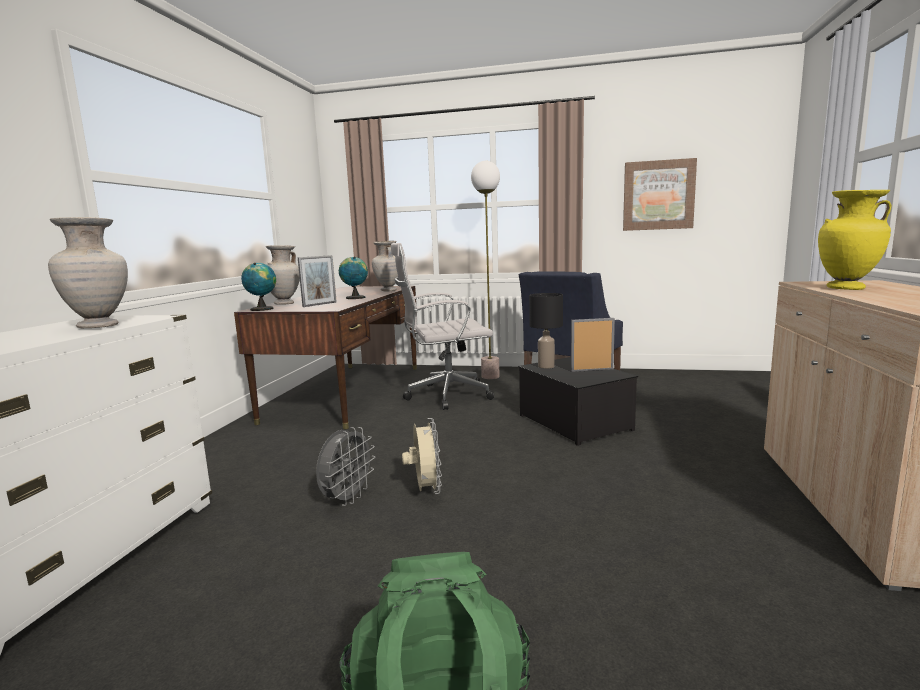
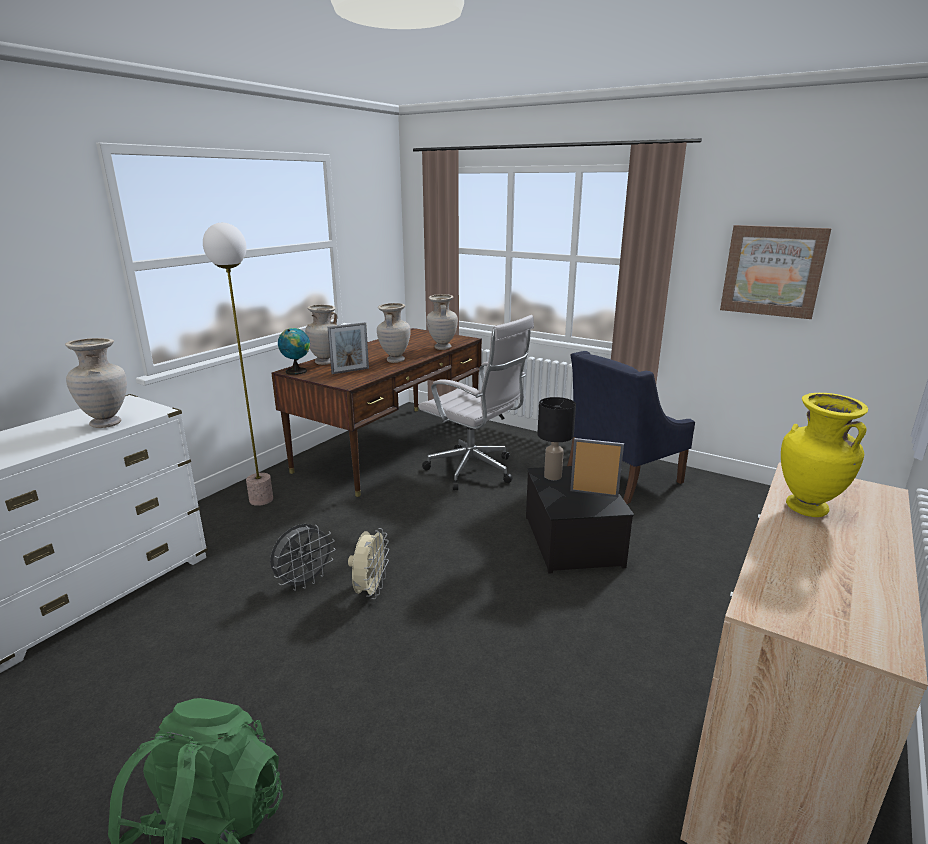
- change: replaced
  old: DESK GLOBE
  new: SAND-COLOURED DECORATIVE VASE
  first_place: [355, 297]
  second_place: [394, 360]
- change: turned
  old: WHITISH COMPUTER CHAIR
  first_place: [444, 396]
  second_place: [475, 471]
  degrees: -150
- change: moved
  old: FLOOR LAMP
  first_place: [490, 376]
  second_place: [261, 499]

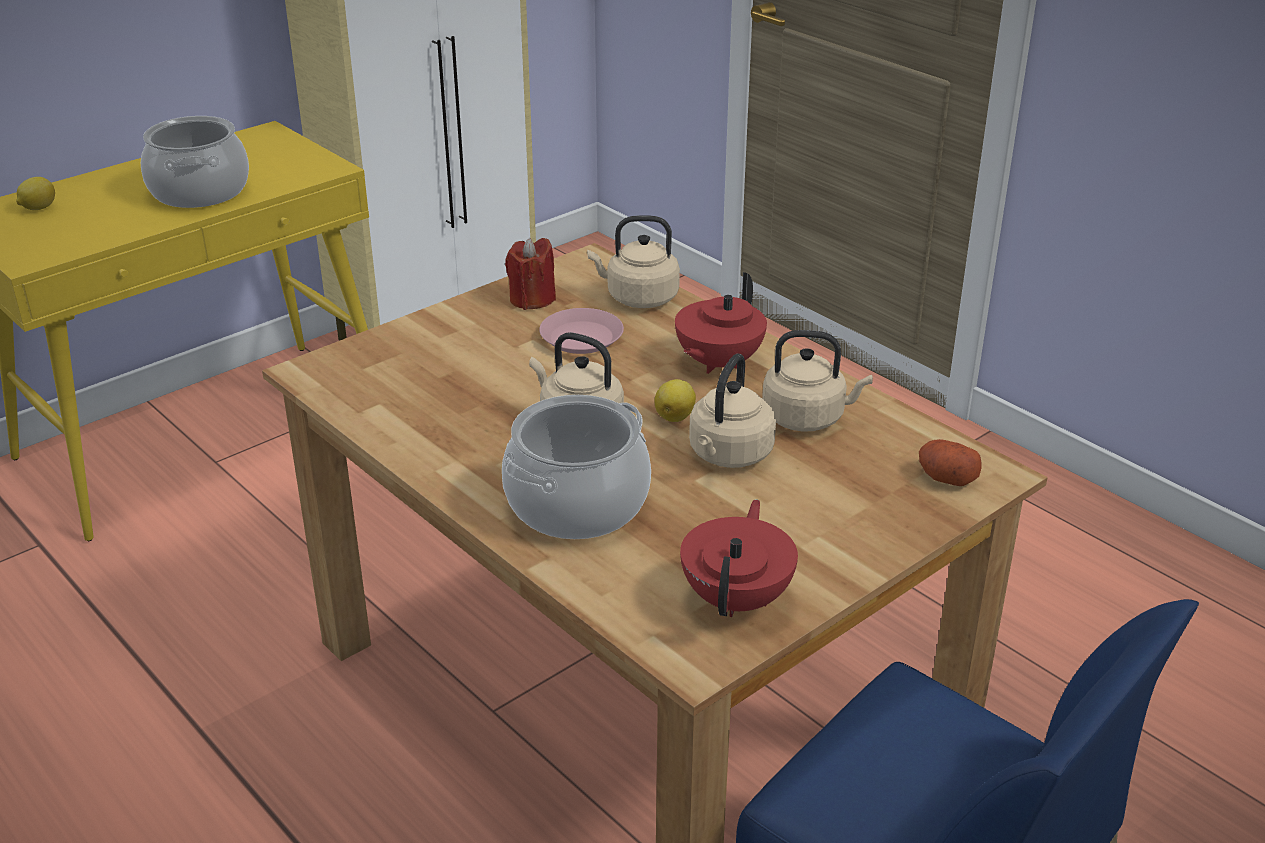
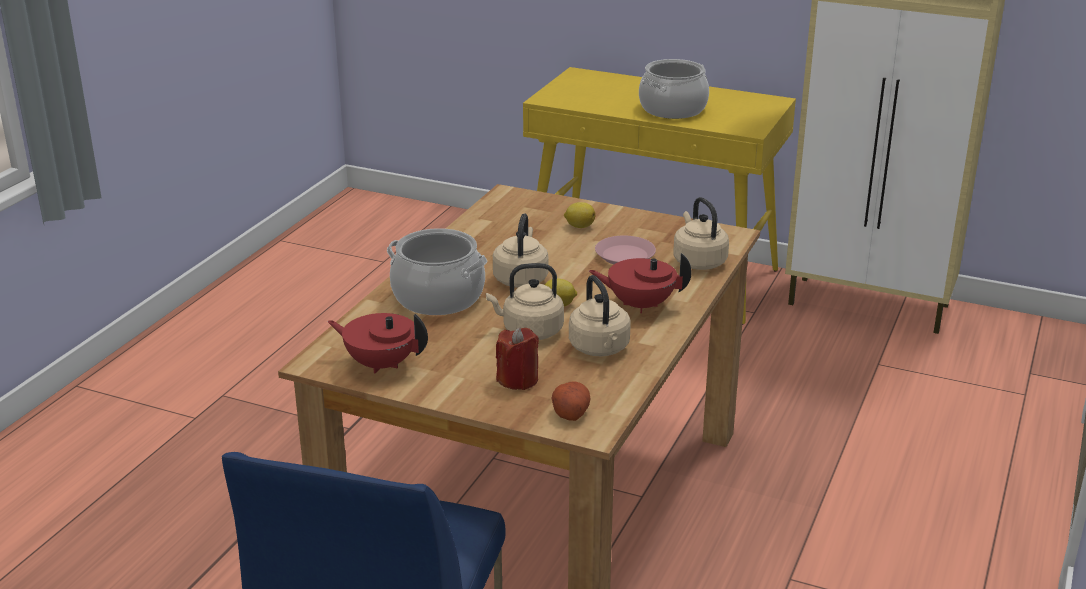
- change: moved
  old: WHOLE LEMON
  first_place: [38, 208]
  second_place: [579, 226]
- change: moved
  old: REDDISH CANDLE
  first_place: [532, 299]
  second_place: [518, 380]
- change: turned
  old: REDDISH POT FOR TEA
  first_place: [738, 598]
  second_place: [381, 364]
  degrees: -150

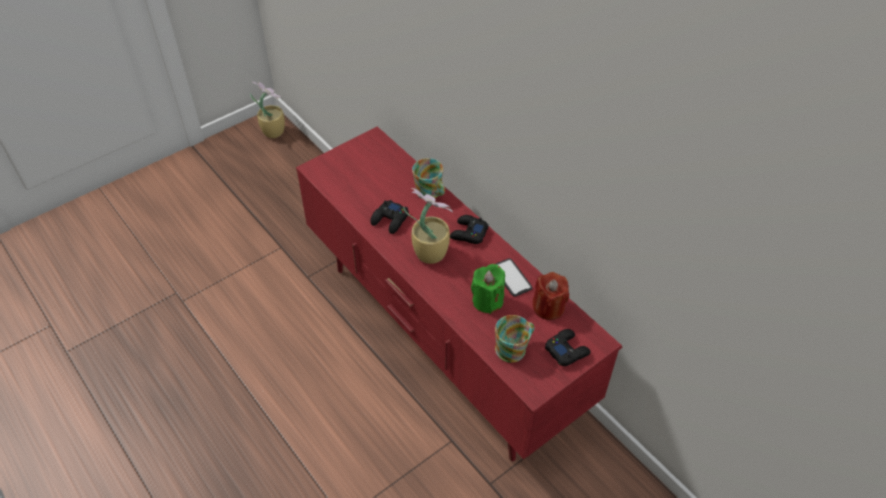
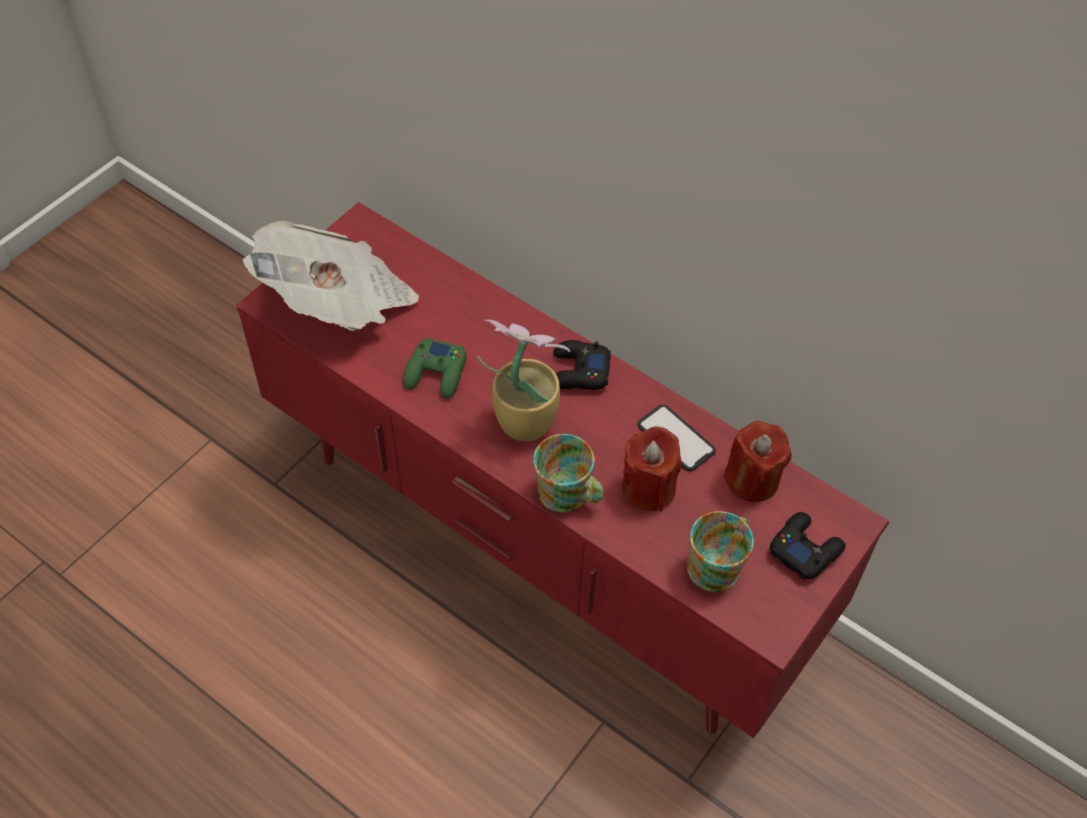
- change: removed
  old: POTTED PLANT
  first_place: [273, 131]
- change: recoloured
  old: BLACKISH JOYPAD
  new: GREENISH JOYPAD
  first_place: [390, 220]
  second_place: [436, 374]
- change: moved
  old: TEA MUG
  first_place: [430, 193]
  second_place: [568, 496]
- change: recoloured
  old: GREENISH CANDLE
  new: REDDISH CANDLE
  first_place: [487, 300]
  second_place: [648, 488]
- change: added
  new: DAILY PAPER
  second_place: [338, 303]

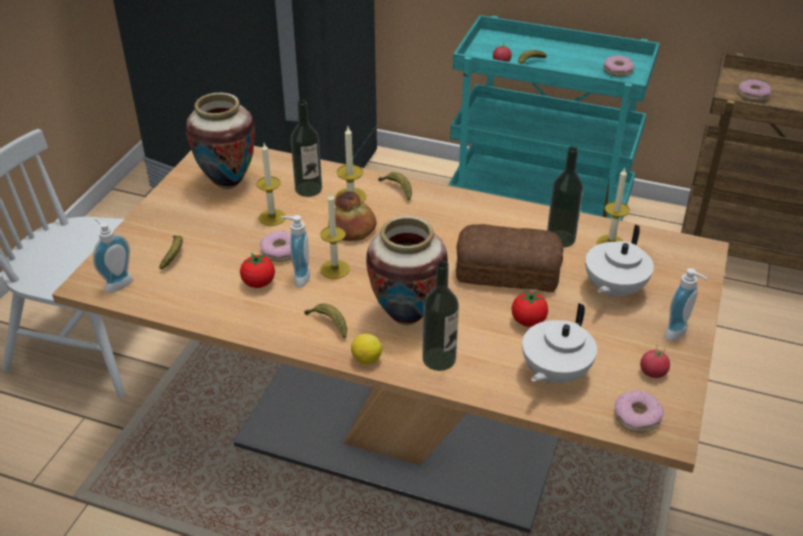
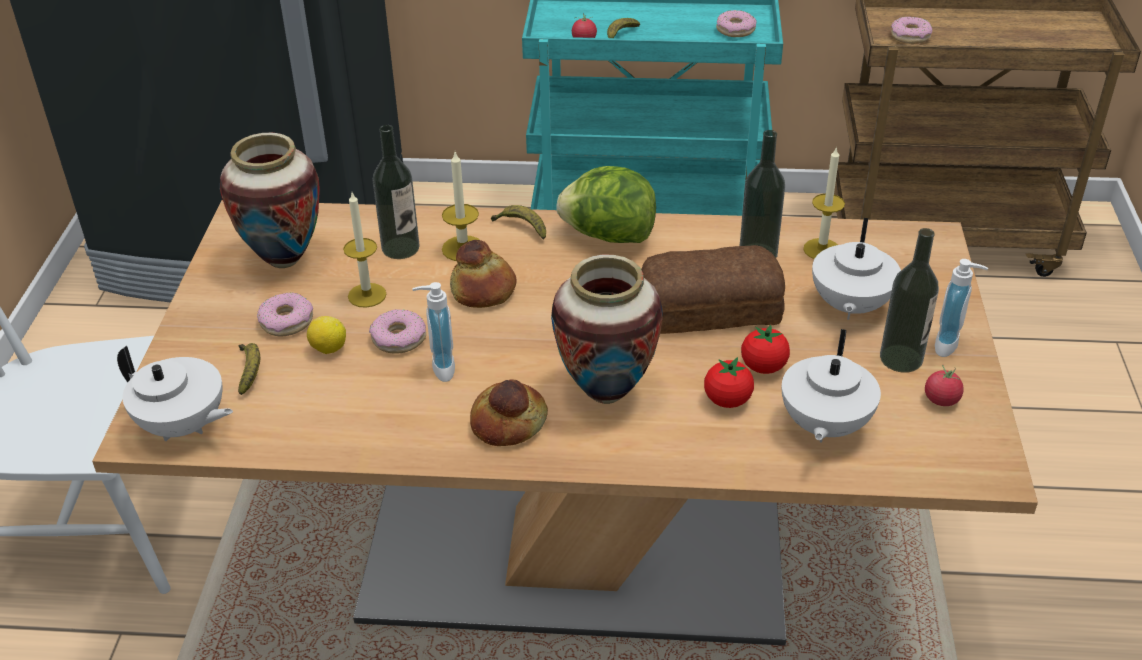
- change: replaced
  old: SOAP BOTTLE
  new: WHITISH POT FOR TEA
  first_place: [117, 283]
  second_place: [183, 426]
- change: moved
  old: FRESH TOMATO
  first_place: [258, 283]
  second_place: [727, 400]
- change: replaced
  old: BANANA
  new: BAKERY BREAD
  first_place: [329, 324]
  second_place: [507, 422]
- change: removed
  old: CANDLE
  first_place: [335, 269]
- change: moved
  old: WHOLE LEMON
  first_place: [366, 359]
  second_place: [328, 349]
- change: moved
  old: DRINK BOTTLE
  first_place: [439, 359]
  second_place: [901, 358]
- change: moved
  old: RING DOUGHNUT
  first_place: [637, 417]
  second_place: [286, 321]
- change: added
  new: HEAD OF LETTUCE
  second_place: [608, 236]

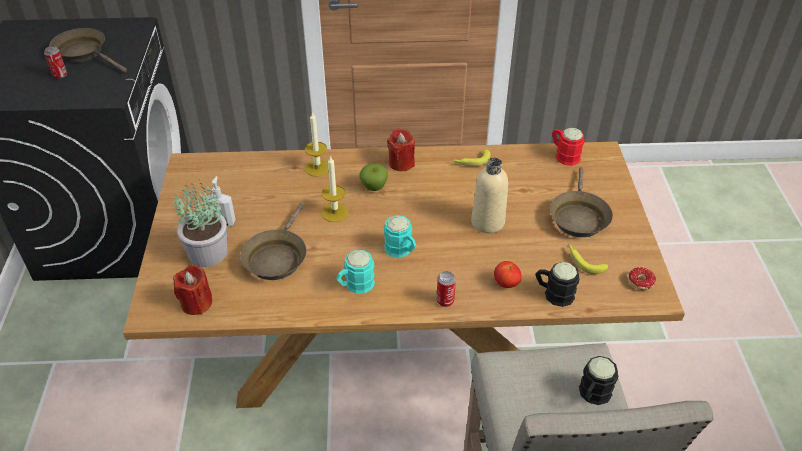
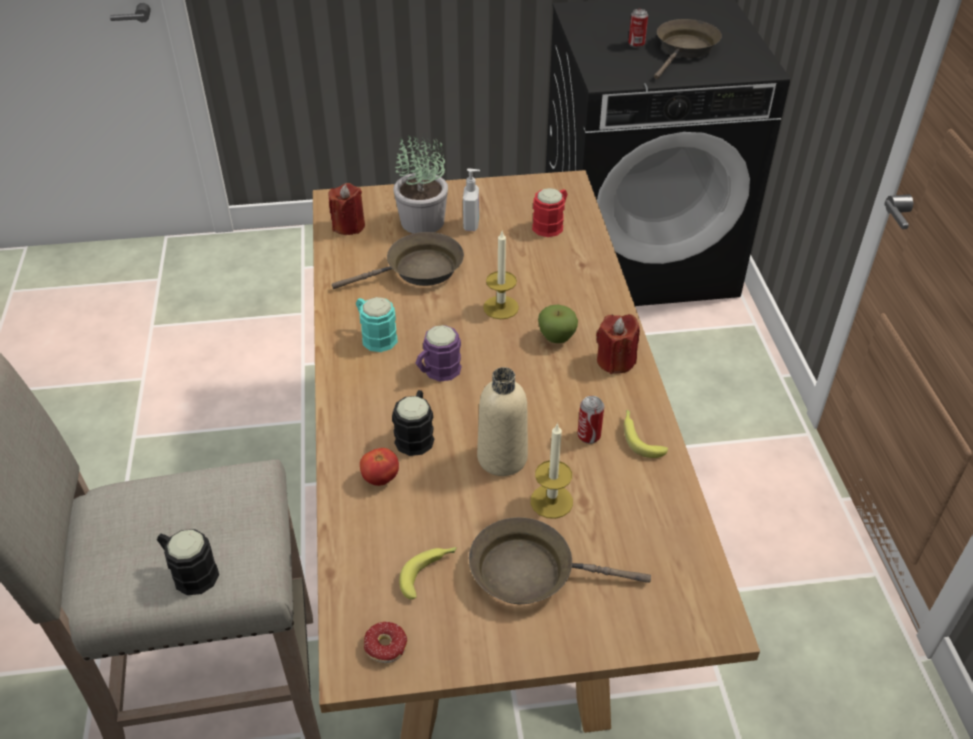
- change: turned
  old: BROWNISH FRYING PAN
  first_place: [276, 257]
  second_place: [418, 270]
  degrees: 150
- change: moved
  old: CANDLE
  first_place: [317, 168]
  second_place: [551, 501]
- change: recoloured
  old: BLUE-GREEN TEA MUG
  new: PURPLE-COLOURED TEA MUG
  first_place: [401, 250]
  second_place: [437, 372]
- change: moved
  old: CAN
  first_place: [445, 301]
  second_place: [589, 436]
- change: moved
  old: BLACKISH TEA MUG
  first_place: [553, 294]
  second_place: [416, 434]
- change: moved
  old: REDDISH TEA MUG
  first_place: [564, 155]
  second_place: [551, 224]

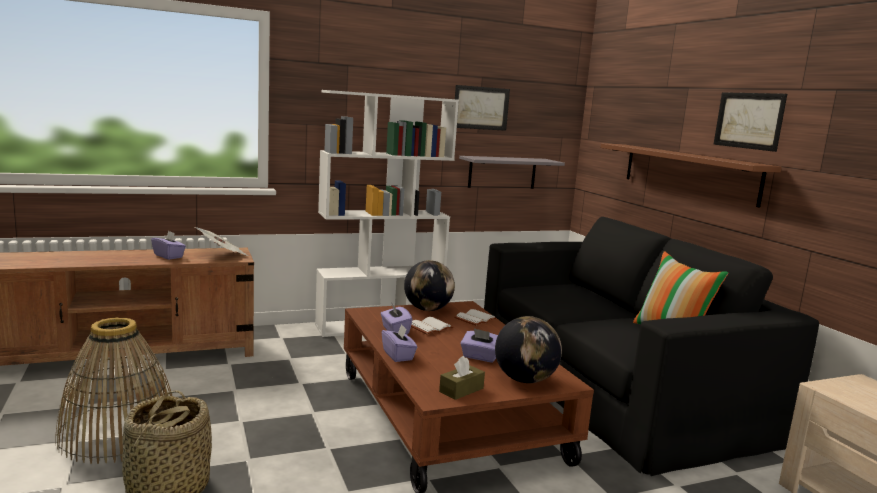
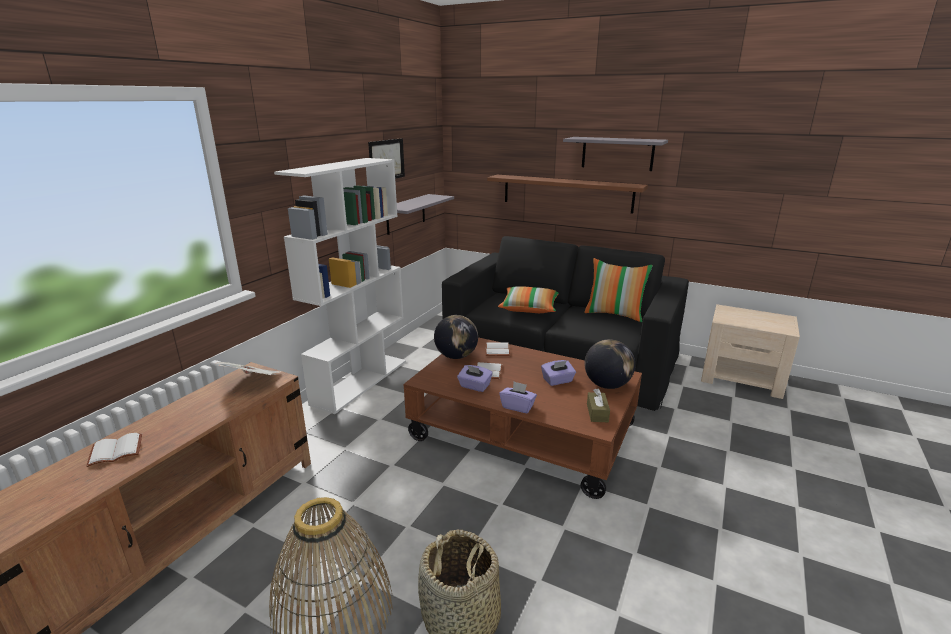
- change: removed
  old: PURPLE-COLOURED TISSUE BOX
  first_place: [169, 256]
- change: replaced
  old: PICTURE
  new: GREYISH BRACKET SHELF
  first_place: [749, 120]
  second_place: [617, 153]
- change: added
  new: WHITISH VOLUME
  second_place: [117, 450]
- change: added
  new: PILLOW
  second_place: [529, 308]

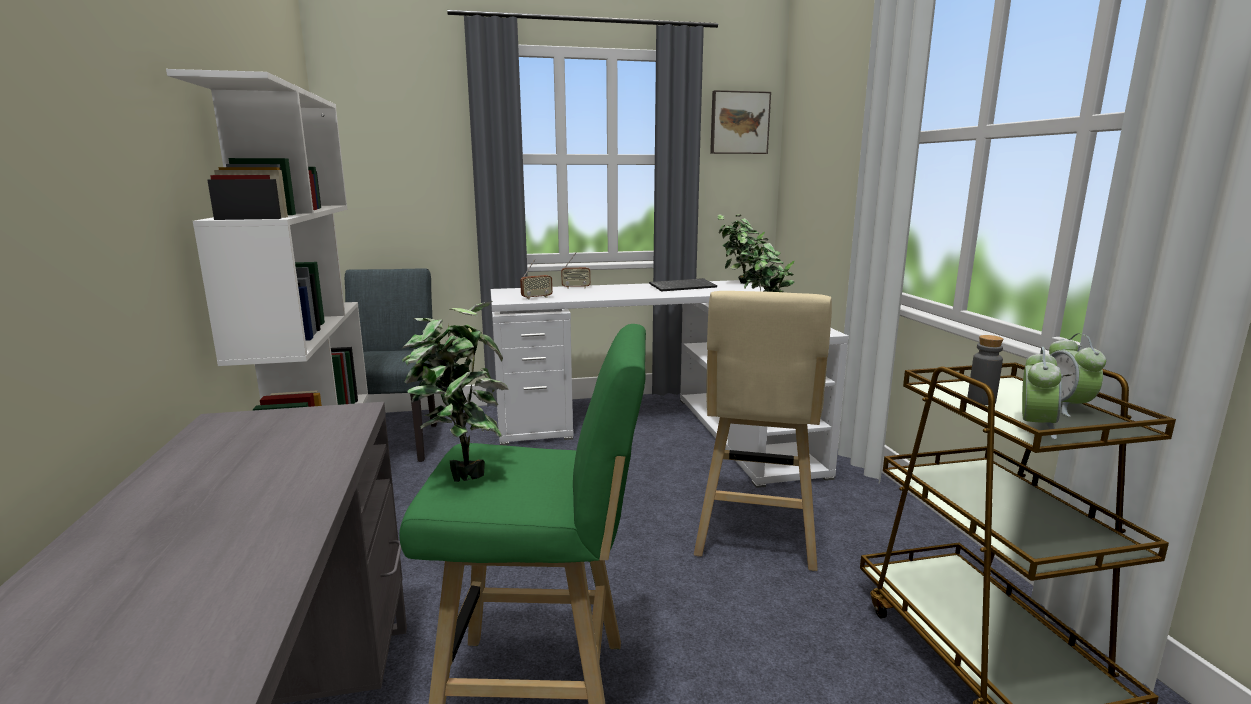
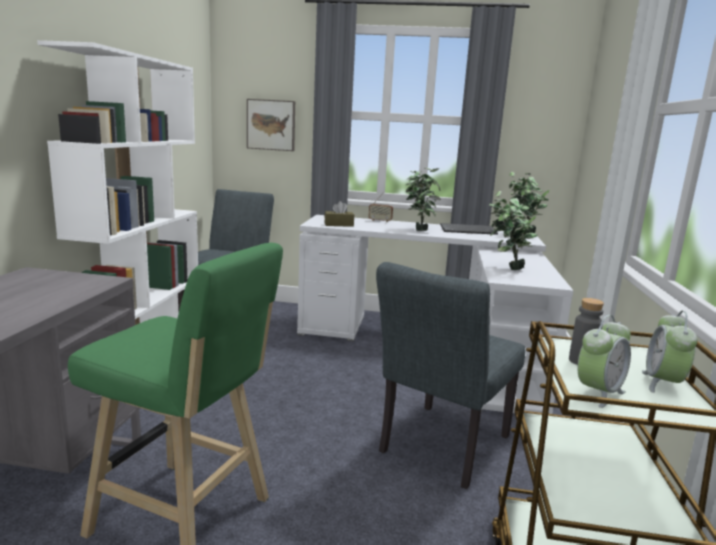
- change: moved
  old: POTTED PLANT
  first_place: [461, 471]
  second_place: [419, 230]
- change: replaced
  old: RADIO
  new: BROWNISH TISSUE BOX
  first_place: [536, 298]
  second_place: [339, 224]
- change: replaced
  old: SAND-COLOURED SITTING STOOL
  new: GREYISH CHAIR
  first_place: [755, 535]
  second_place: [439, 448]
- change: moved
  old: PICTURE
  first_place: [739, 123]
  second_place: [271, 125]

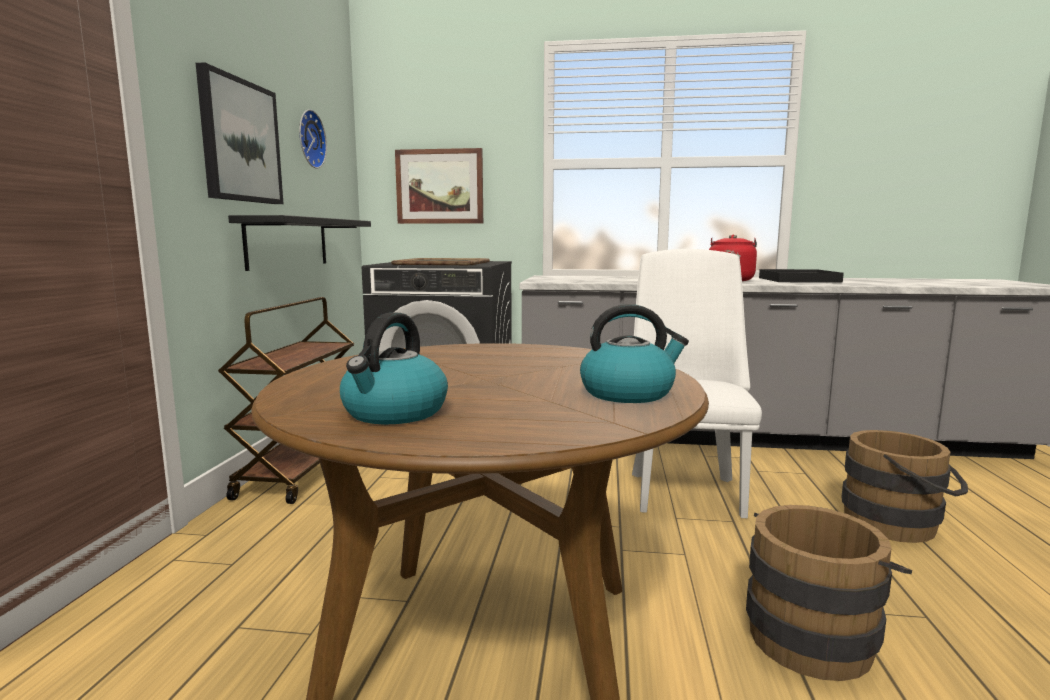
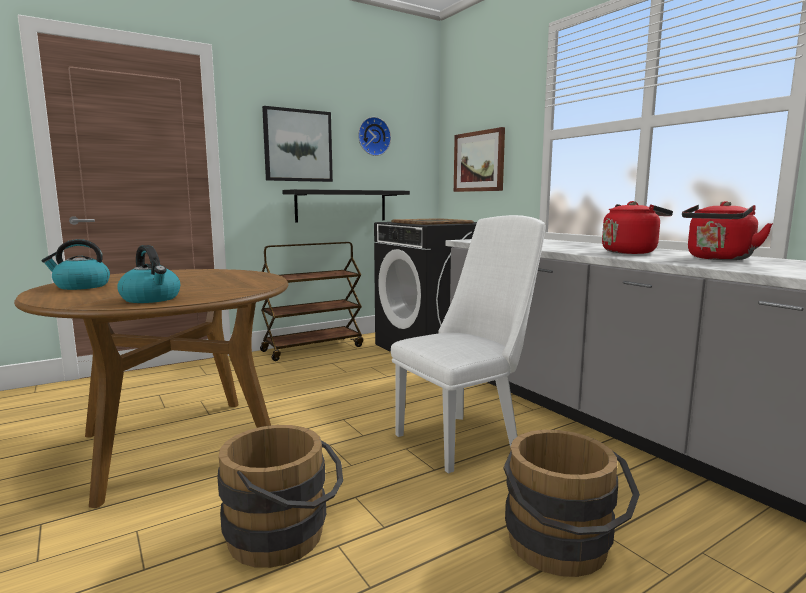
- change: replaced
  old: BLACKISH CARRYING TRAY
  new: REDDISH WATER KETTLE
  first_place: [798, 280]
  second_place: [718, 259]

